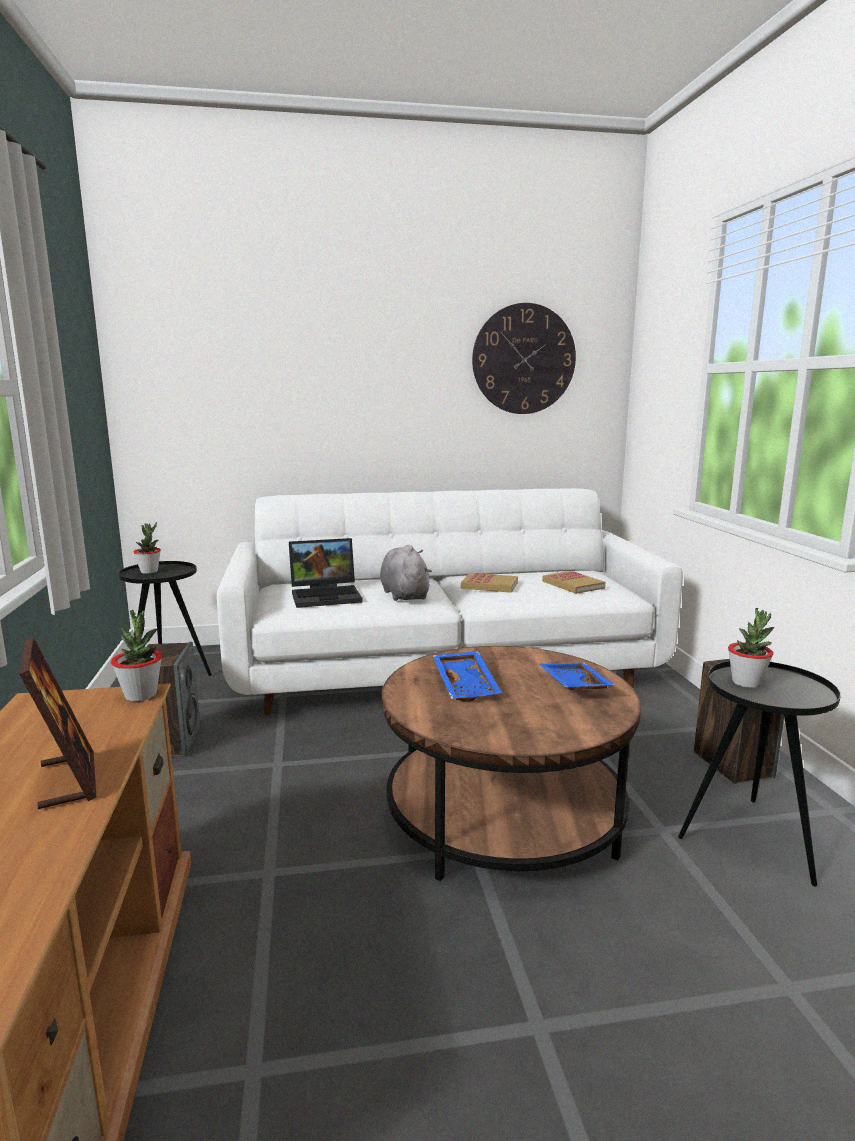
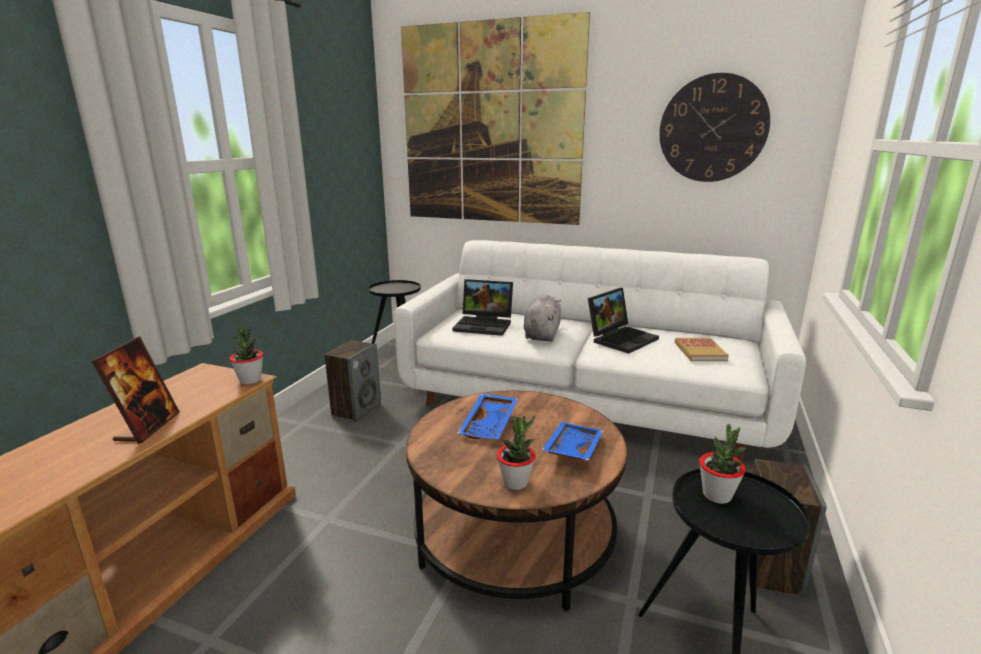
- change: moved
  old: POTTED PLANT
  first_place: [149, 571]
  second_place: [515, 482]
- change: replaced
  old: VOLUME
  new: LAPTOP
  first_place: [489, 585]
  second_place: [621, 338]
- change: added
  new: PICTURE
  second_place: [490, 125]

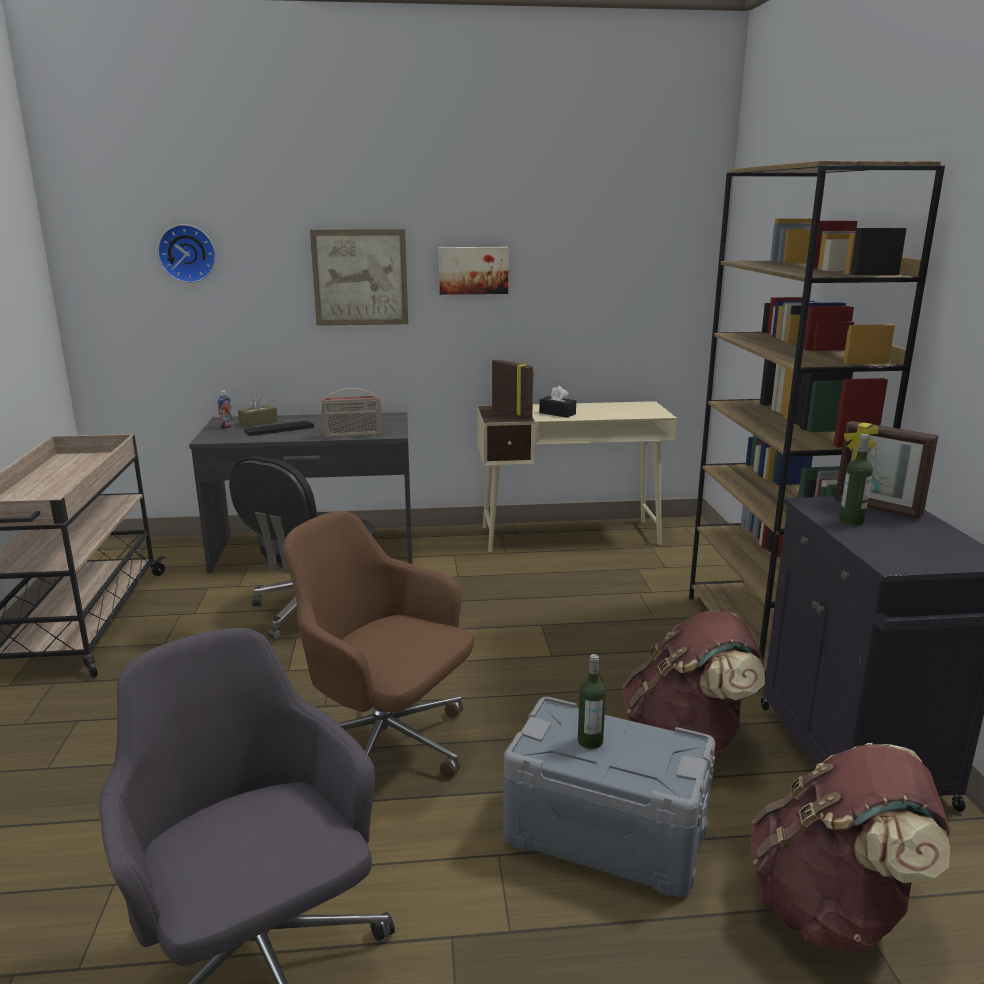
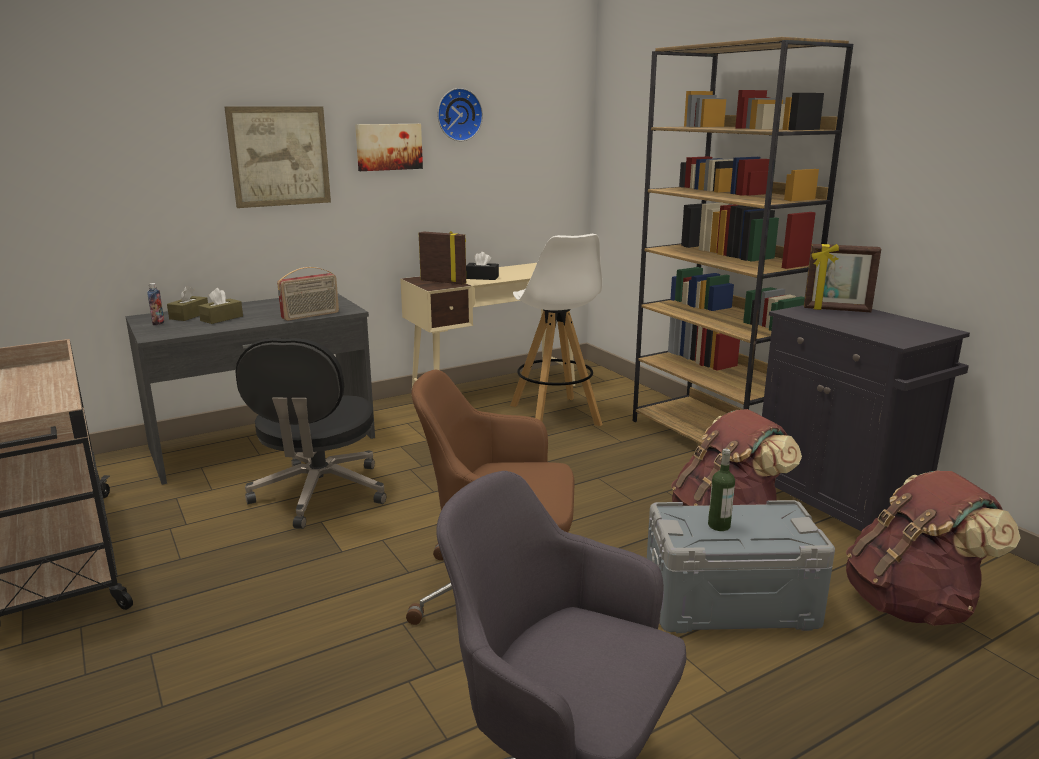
- change: moved
  old: WALL CLOCK
  first_place: [188, 253]
  second_place: [458, 114]
- change: replaced
  old: COMPUTER KEYBOARD
  new: BROWNISH TISSUE BOX
  first_place: [279, 429]
  second_place: [222, 318]
- change: removed
  old: DRINK BOTTLE
  first_place: [851, 521]
- change: added
  new: WHITISH SITTING STOOL
  second_place: [555, 415]

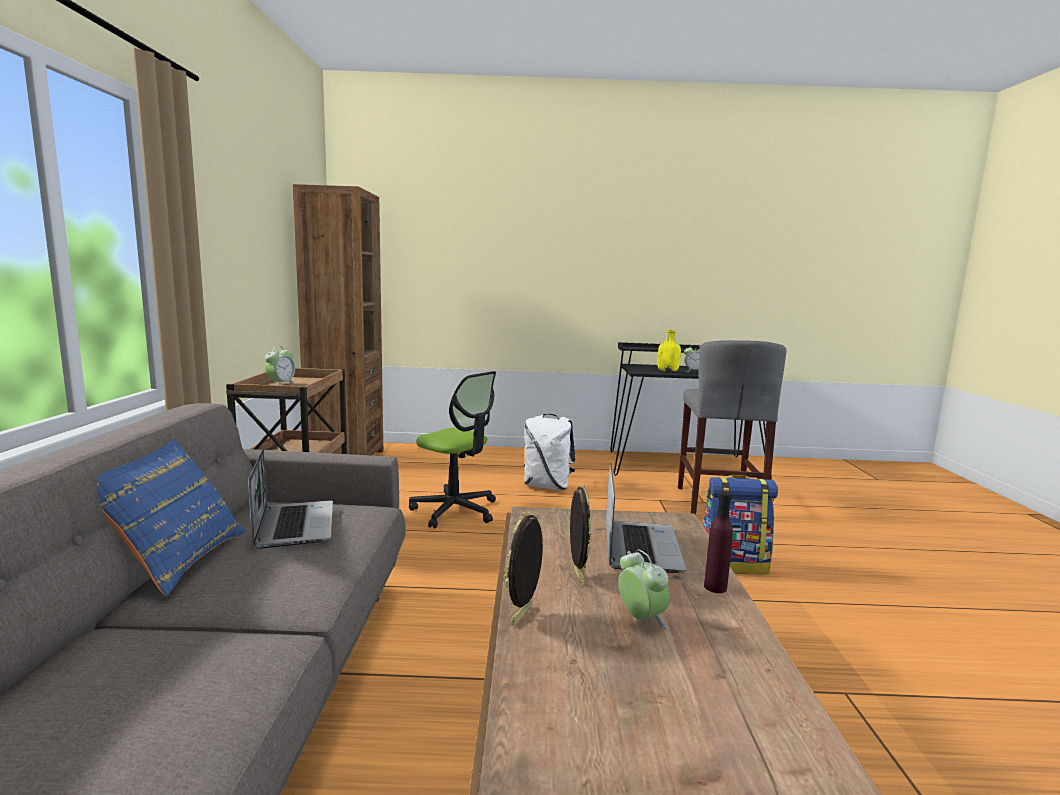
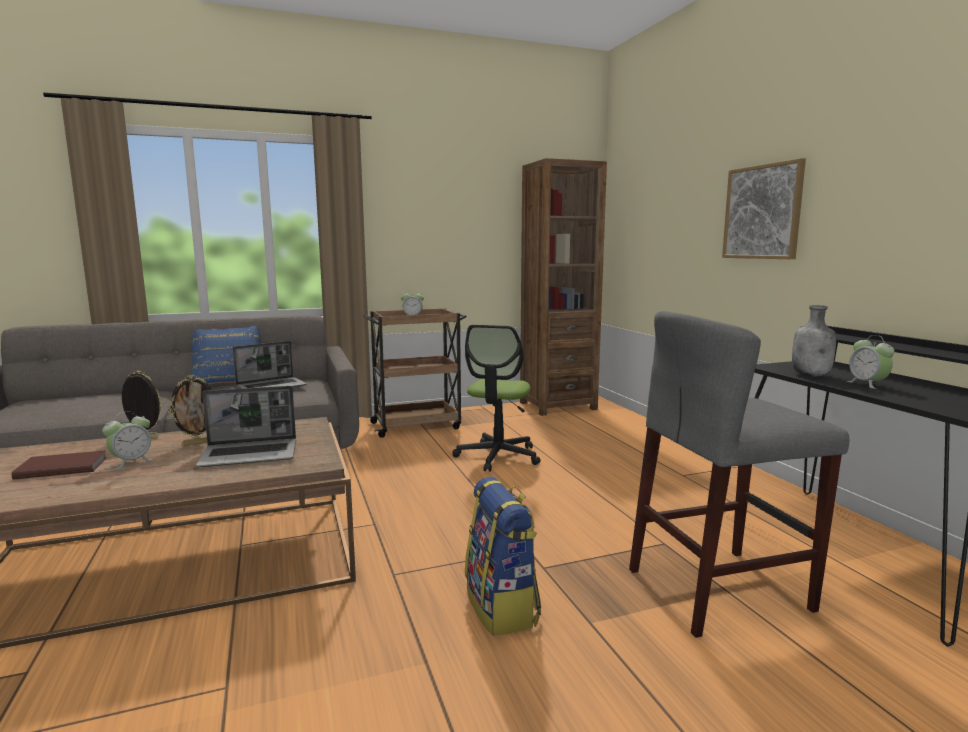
- change: removed
  old: WHITISH KNAPSACK
  first_place: [547, 486]
- change: recoloured
  old: YELLOW DRINK BOTTLE
  new: GREYISH DRINK BOTTLE
  first_place: [667, 372]
  second_place: [811, 375]
- change: removed
  old: PURPLE-COLOURED DRINK BOTTLE
  first_place: [715, 587]
- change: added
  new: BROWNISH VOLUME
  second_place: [61, 467]
- change: added
  new: PICTURE
  second_place: [762, 212]

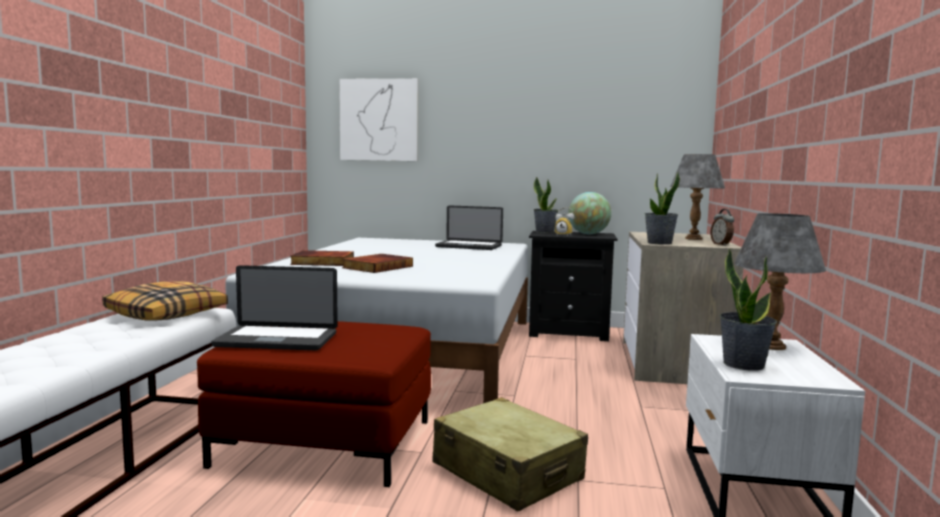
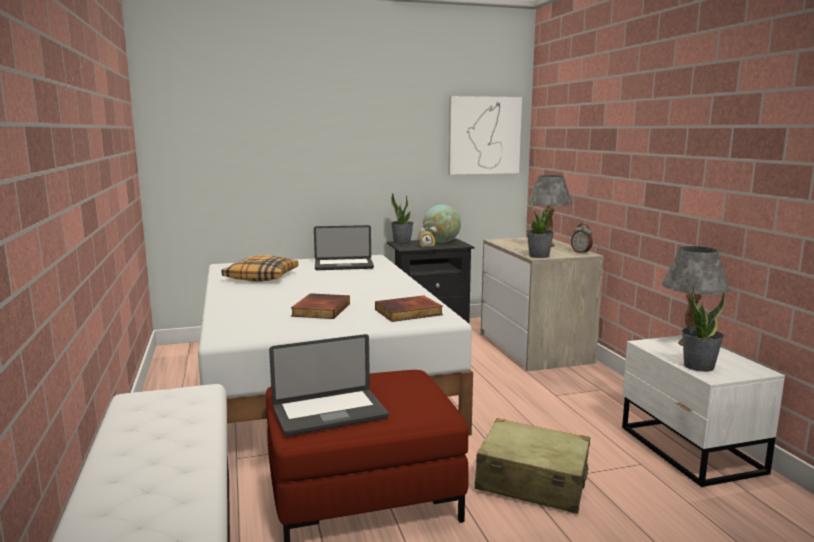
- change: moved
  old: PILLOW
  first_place: [167, 314]
  second_place: [261, 277]
- change: moved
  old: VOLUME
  first_place: [322, 262]
  second_place: [408, 312]
- change: moved
  old: PICTURE
  first_place: [379, 120]
  second_place: [484, 135]

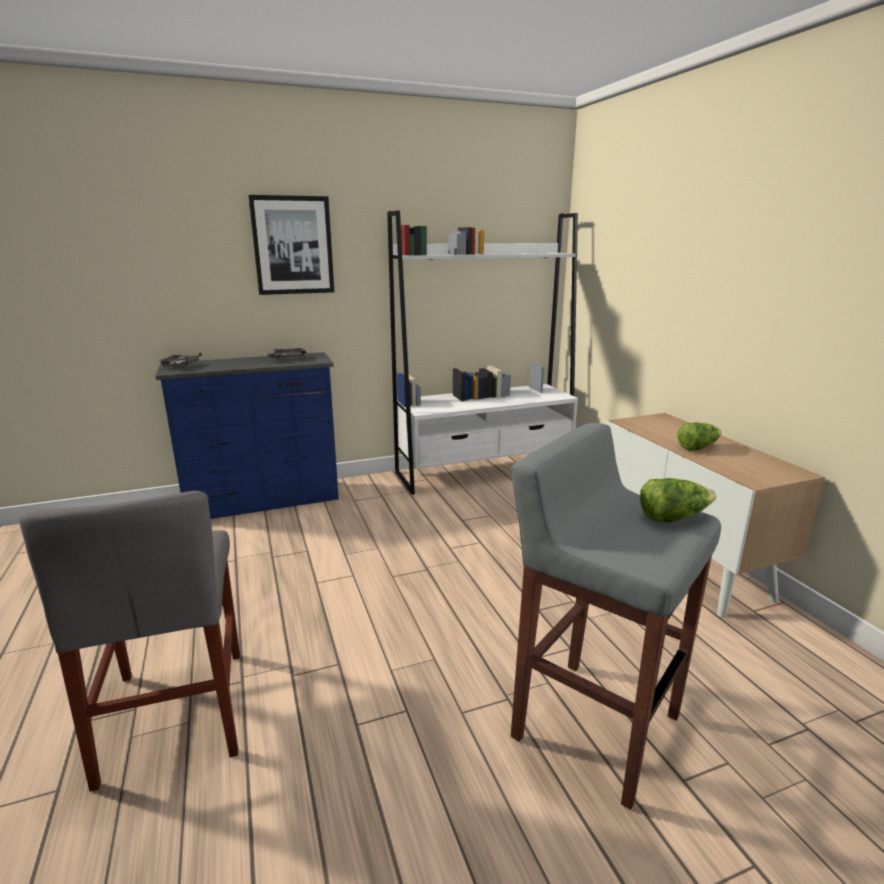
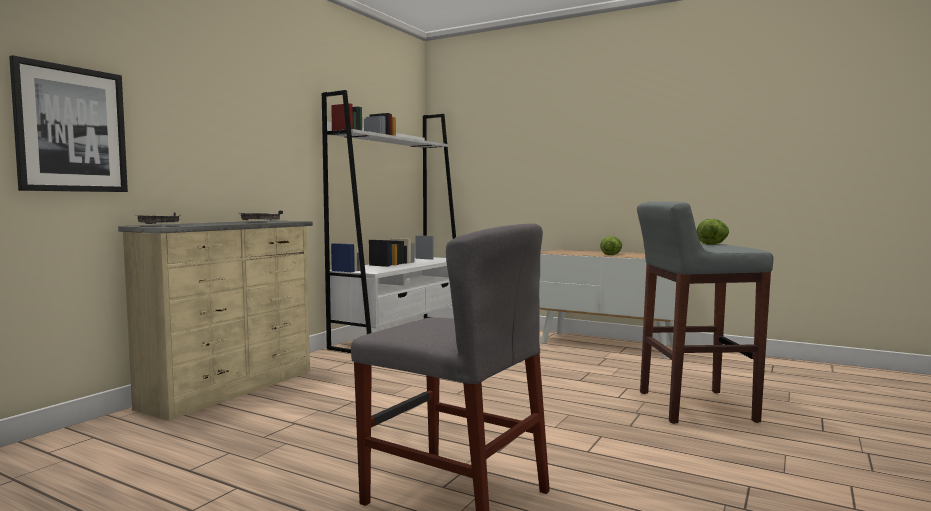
- change: recoloured
  old: BLUISH DRAWER CHEST
  new: SAND-COLOURED DRAWER CHEST
  first_place: [264, 501]
  second_place: [232, 389]
- change: moved
  old: PICTURE
  first_place: [293, 245]
  second_place: [71, 129]

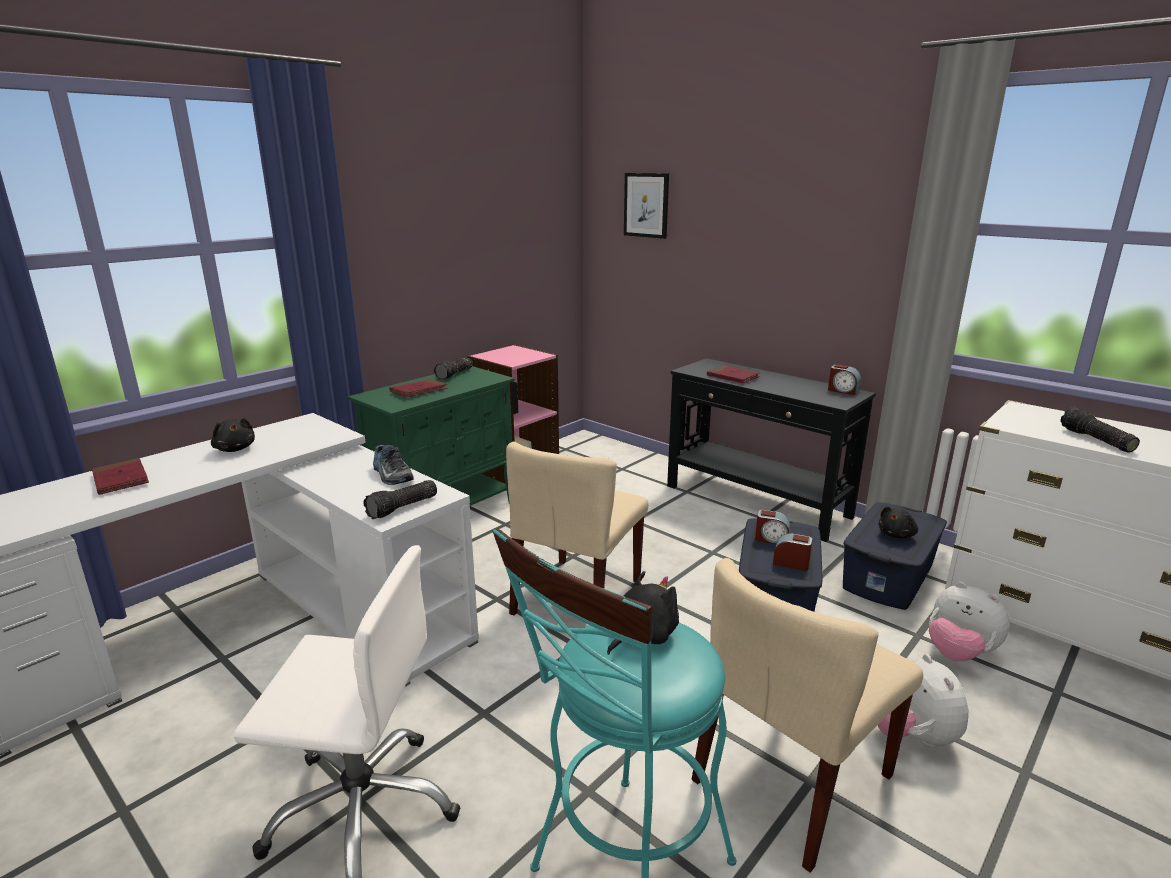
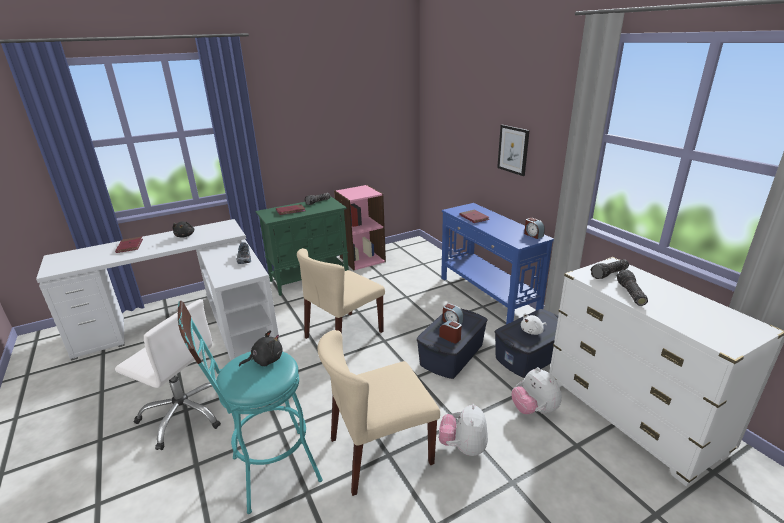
- change: moved
  old: TORCH
  first_place: [403, 508]
  second_place: [609, 274]
- change: moved
  old: PICTURE
  first_place: [646, 205]
  second_place: [513, 149]
- change: recoloured
  old: BLACKISH CONSOLE TABLE
  new: BLUISH CONSOLE TABLE
  first_place: [756, 501]
  second_place: [487, 296]
- change: recoloured
  old: BLACKISH SOFT TOY
  new: WHITISH SOFT TOY
  first_place: [897, 535]
  second_place: [532, 331]

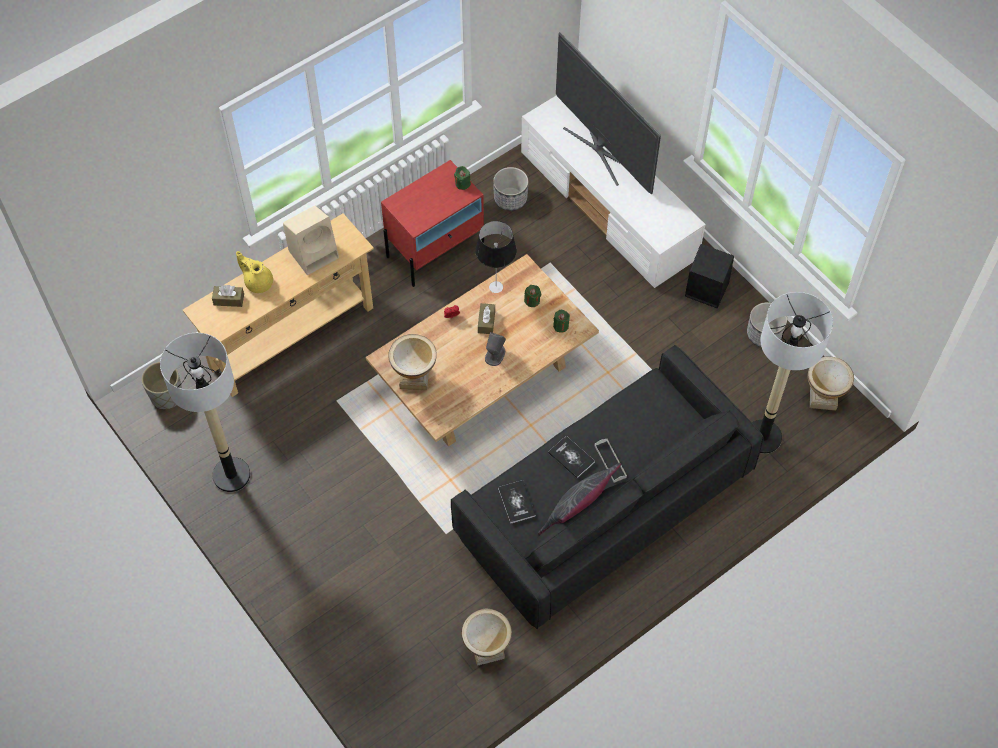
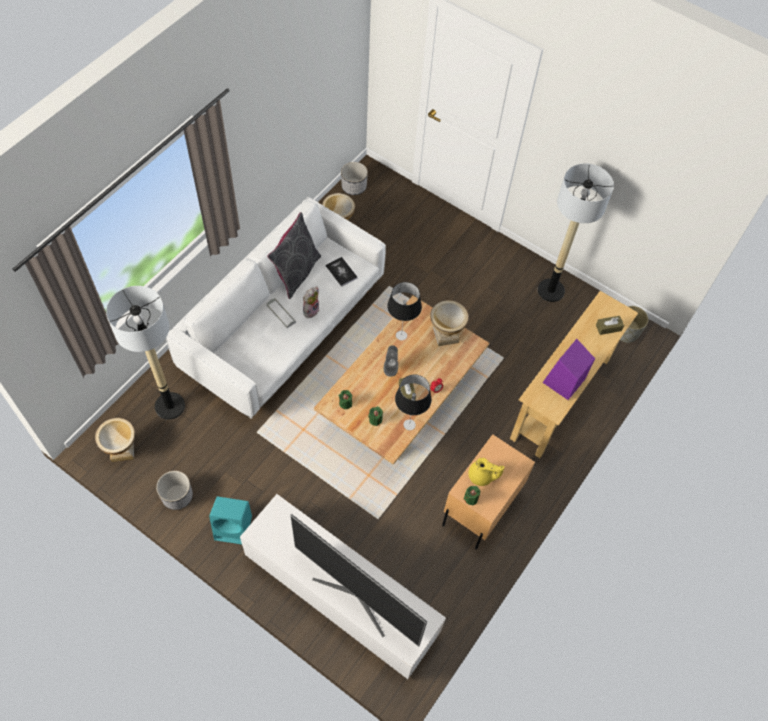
- change: moved
  old: YELLOW POT FOR TEA
  first_place: [258, 282]
  second_place: [482, 476]
- change: recoloured
  old: SAND-COLOURED SPEAKER
  new: PURPLE-COLOURED SPEAKER
  first_place: [314, 253]
  second_place: [563, 381]
- change: recoloured
  old: REDDISH NIGHT TABLE
  new: SAND-COLOURED NIGHT TABLE
  first_place: [436, 249]
  second_place: [480, 507]
- change: recoloured
  old: BLACKISH SOFA
  new: WHITISH SOFA
  first_place: [602, 507]
  second_place: [284, 327]
- change: moved
  old: FLOWER POT
  first_place: [510, 199]
  second_place: [353, 187]
- change: replaced
  old: VOLUME
  new: SOFT TOY
  first_place: [571, 457]
  second_place: [310, 310]
- change: recoloured
  old: BLACKISH SPEAKER
  new: BLUE-GREEN SPEAKER
  first_place: [705, 289]
  second_place: [234, 527]
- change: added
  new: TABLETOP LAMP
  second_place: [401, 335]

